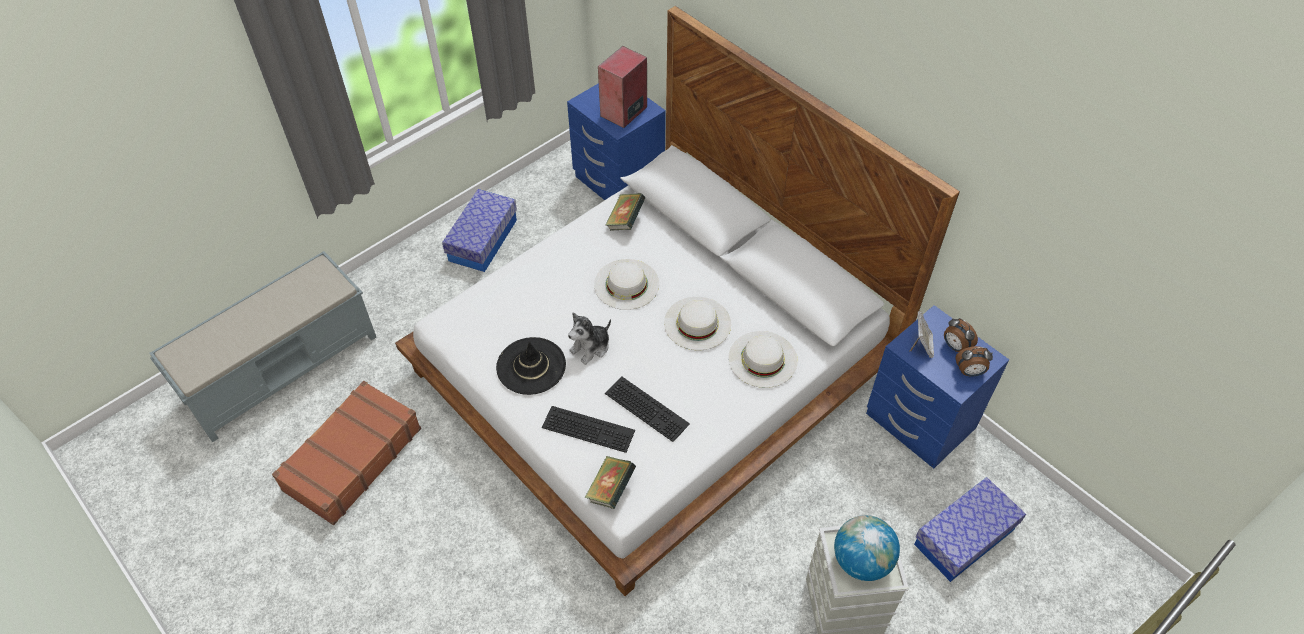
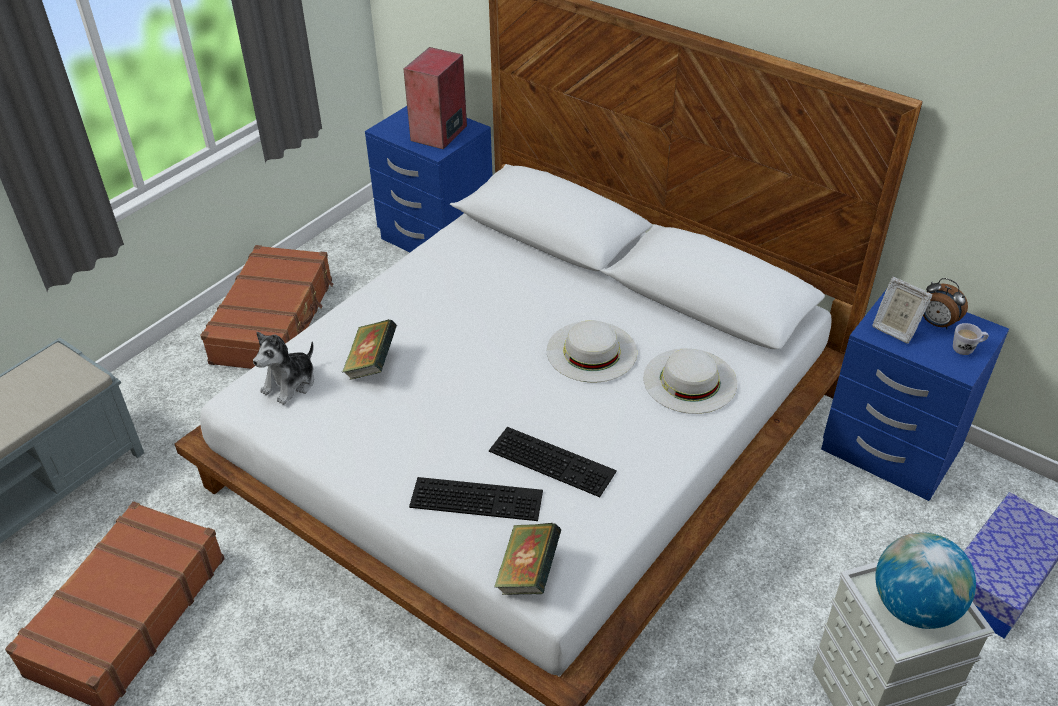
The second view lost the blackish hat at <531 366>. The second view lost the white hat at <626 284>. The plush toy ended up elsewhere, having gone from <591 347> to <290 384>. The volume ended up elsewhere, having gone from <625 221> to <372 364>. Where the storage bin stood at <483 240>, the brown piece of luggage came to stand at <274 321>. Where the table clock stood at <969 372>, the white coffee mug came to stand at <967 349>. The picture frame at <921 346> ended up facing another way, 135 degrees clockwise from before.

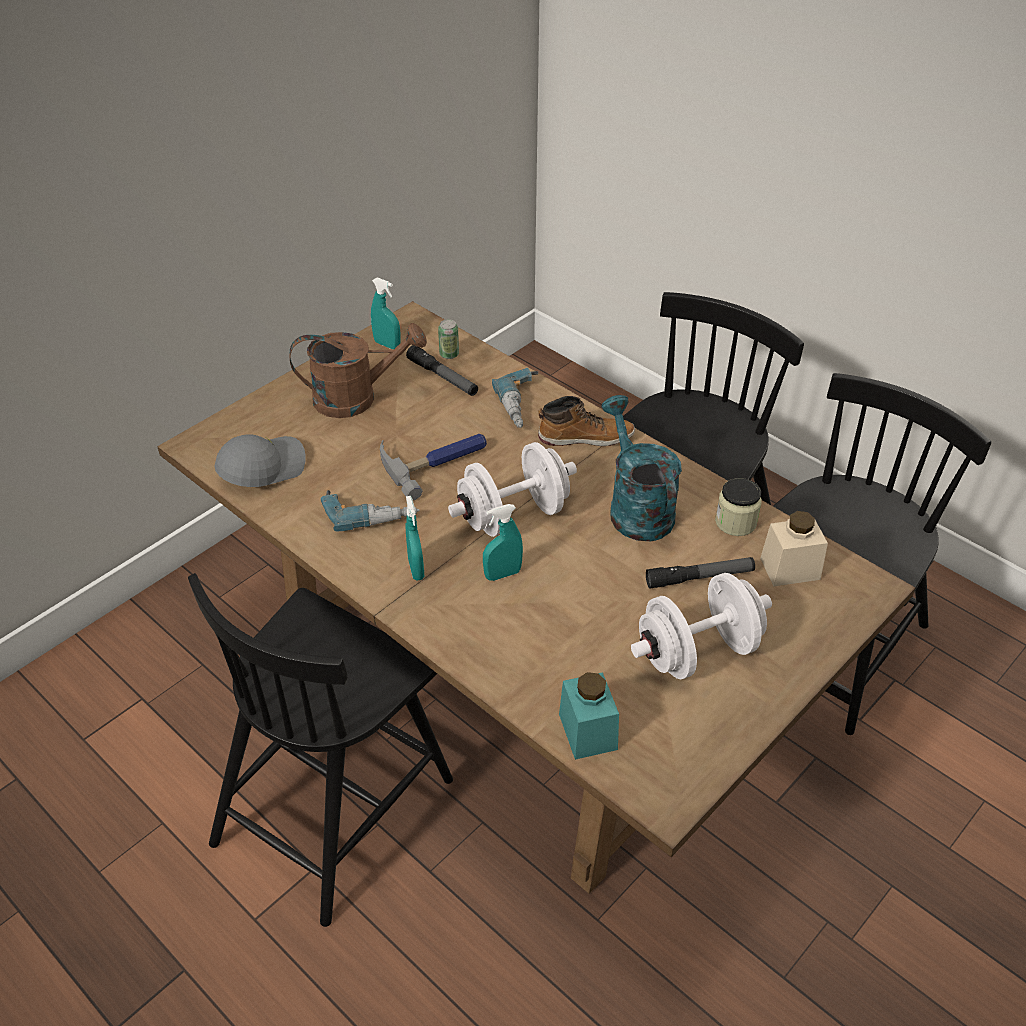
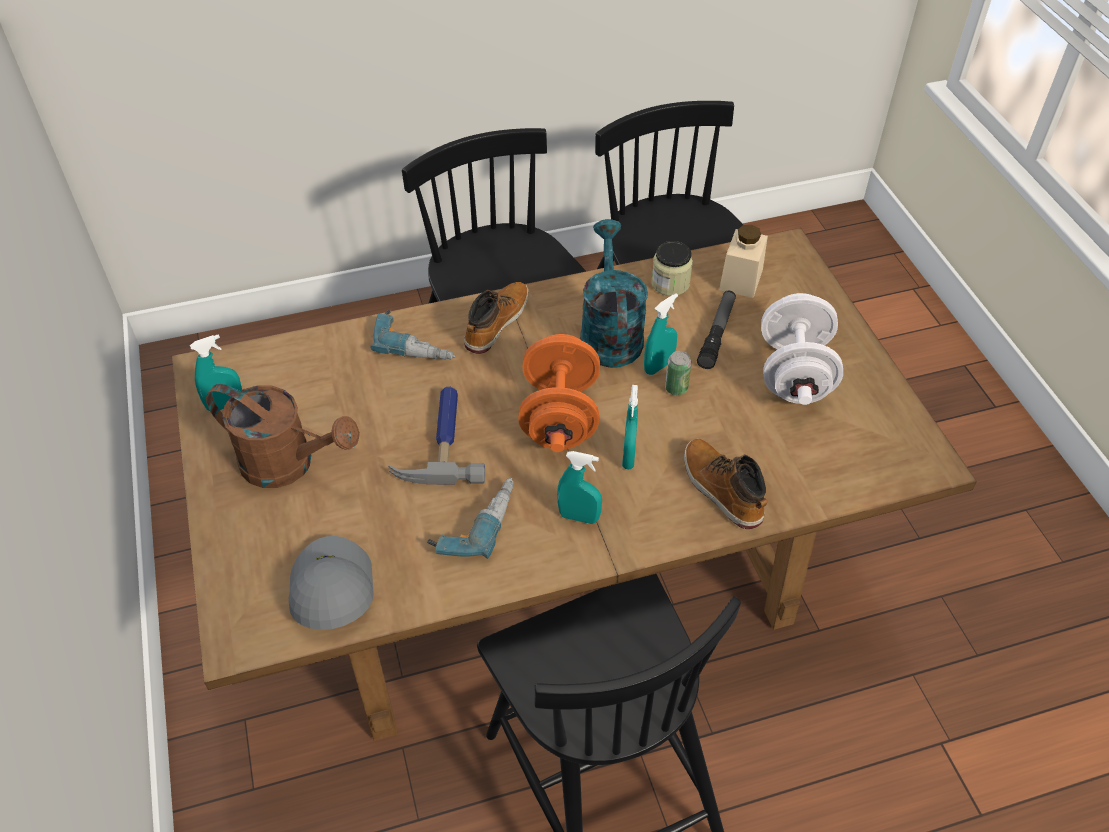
The second view lost the flashlight at <442 377>. The second view lost the turquoise-coloured preserve jar at <588 731>. The second view gained the turquoise-coloured hand sprayer at <658 366>. The second view gained the high-top boot at <721 489>. The metal can ended up elsewhere, having gone from <449 354> to <676 388>. What was the white hand weight at <513 515> turned into the orangey hand weight at <559 416>. The brown sprinkling can at <356 398> ended up facing another way, 90 degrees clockwise from before. The turquoise-coloured sprinkling can at <636 507> ended up facing another way, 75 degrees clockwise from before.

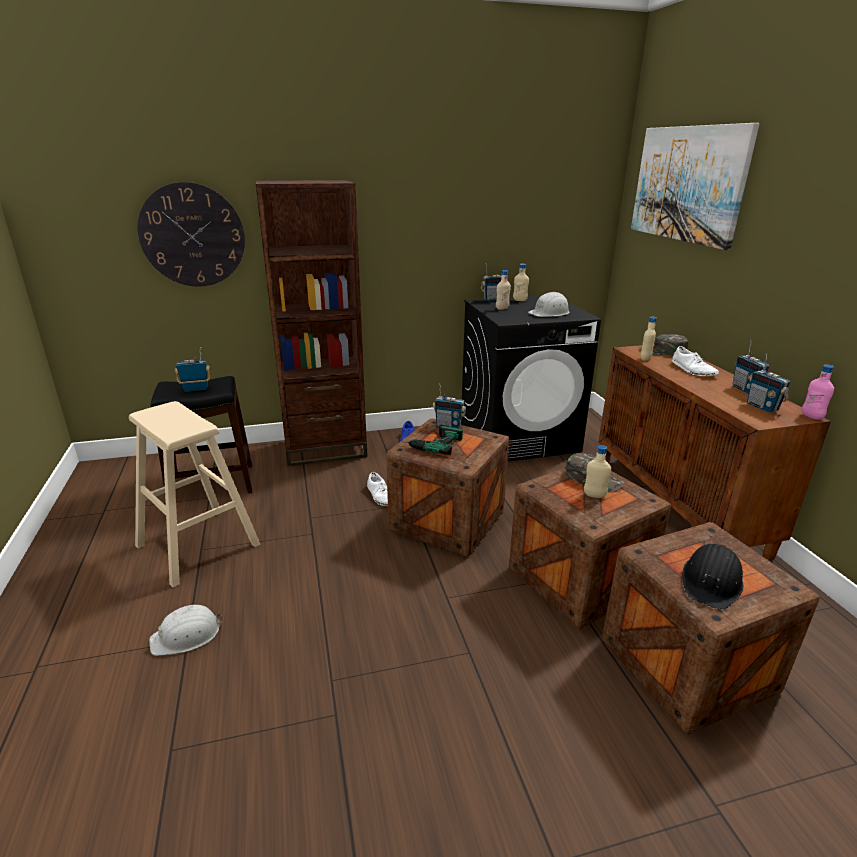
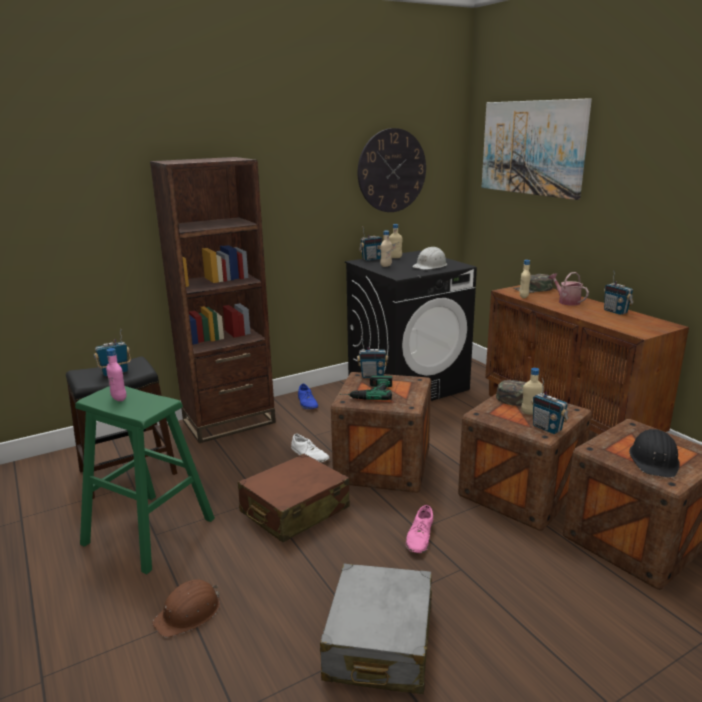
The second view gained the brown piece of luggage at <294 510>. The second view gained the grey piece of luggage at <379 643>. The second view gained the pink-coloured shoe at <420 537>. The wall clock ended up elsewhere, having gone from <192 235> to <392 171>. The radio receiver ended up elsewhere, having gone from <762 407> to <547 428>. The pink-coloured beverage bottle ended up elsewhere, having gone from <811 416> to <119 398>. Where the white shoe stood at <693 370>, the sprinkling can came to stand at <566 301>. What was the beige stool seat at <198 545> turned into the green stool seat at <149 531>. What was the white work helmet at <186 635> turned into the brown work helmet at <189 613>.

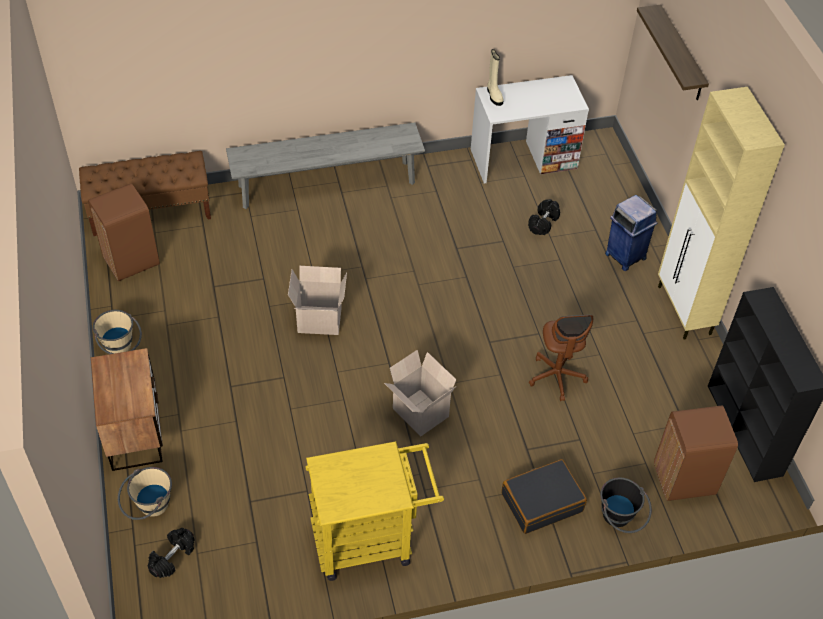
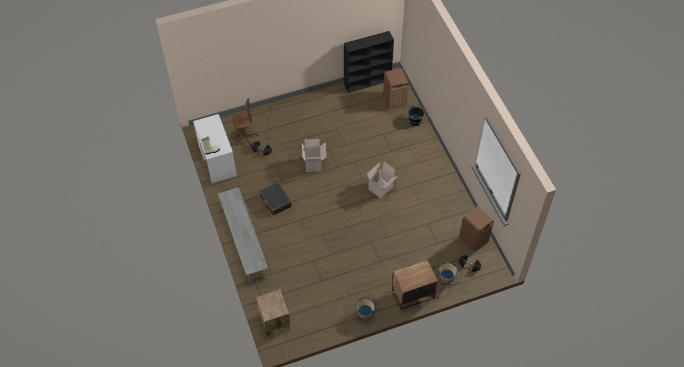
The second view lost the yellow wheeled cart at <371 539>. The second view lost the blue-coloured rubbish bin at <625 255>. The second view lost the wall shelf at <681 54>. The second view lost the beige storage cabinet at <684 311>. The brown rubbish bin ended up elsewhere, having gone from <130 261> to <473 240>. The cardboard box ended up elsewhere, having gone from <318 321> to <314 164>. The blackish piece of luggage ended up elsewhere, having gone from <541 502> to <275 201>. The brown computer chair ended up elsewhere, having gone from <557 377> to <245 137>. Where the brown long seat stood at <151 212>, the brown nightstand came to stand at <274 321>.

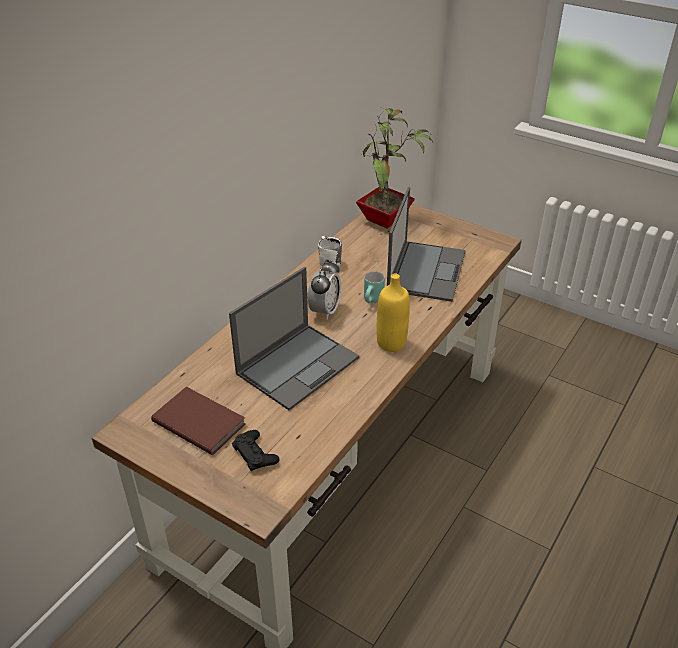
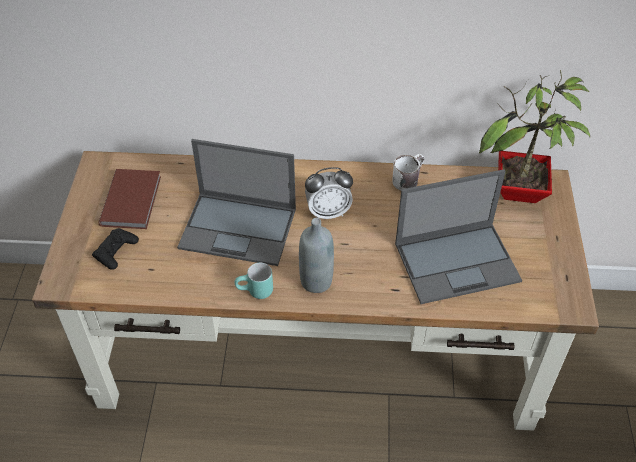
The turquoise-coloured coffee mug ended up elsewhere, having gone from <373 300> to <255 292>. What was the yellow beverage bottle at <391 343> turned into the grey beverage bottle at <316 281>.

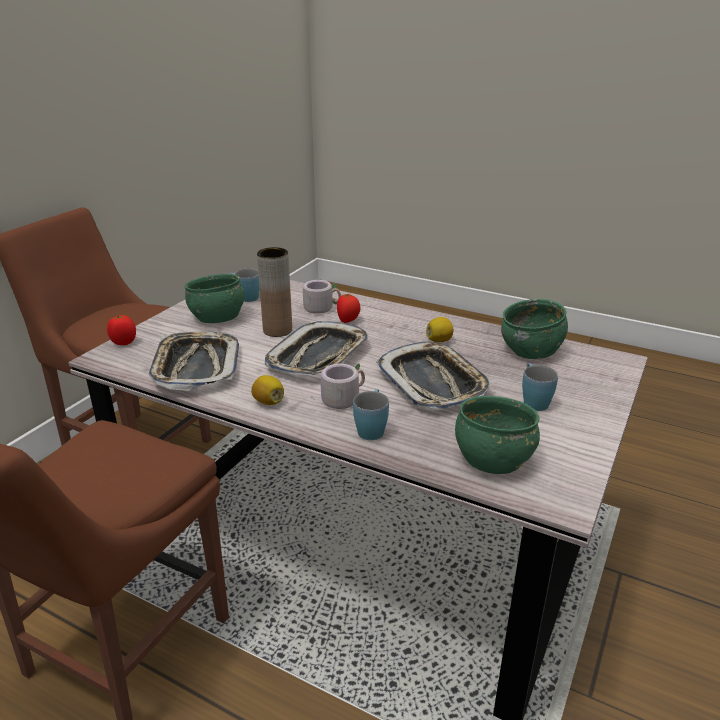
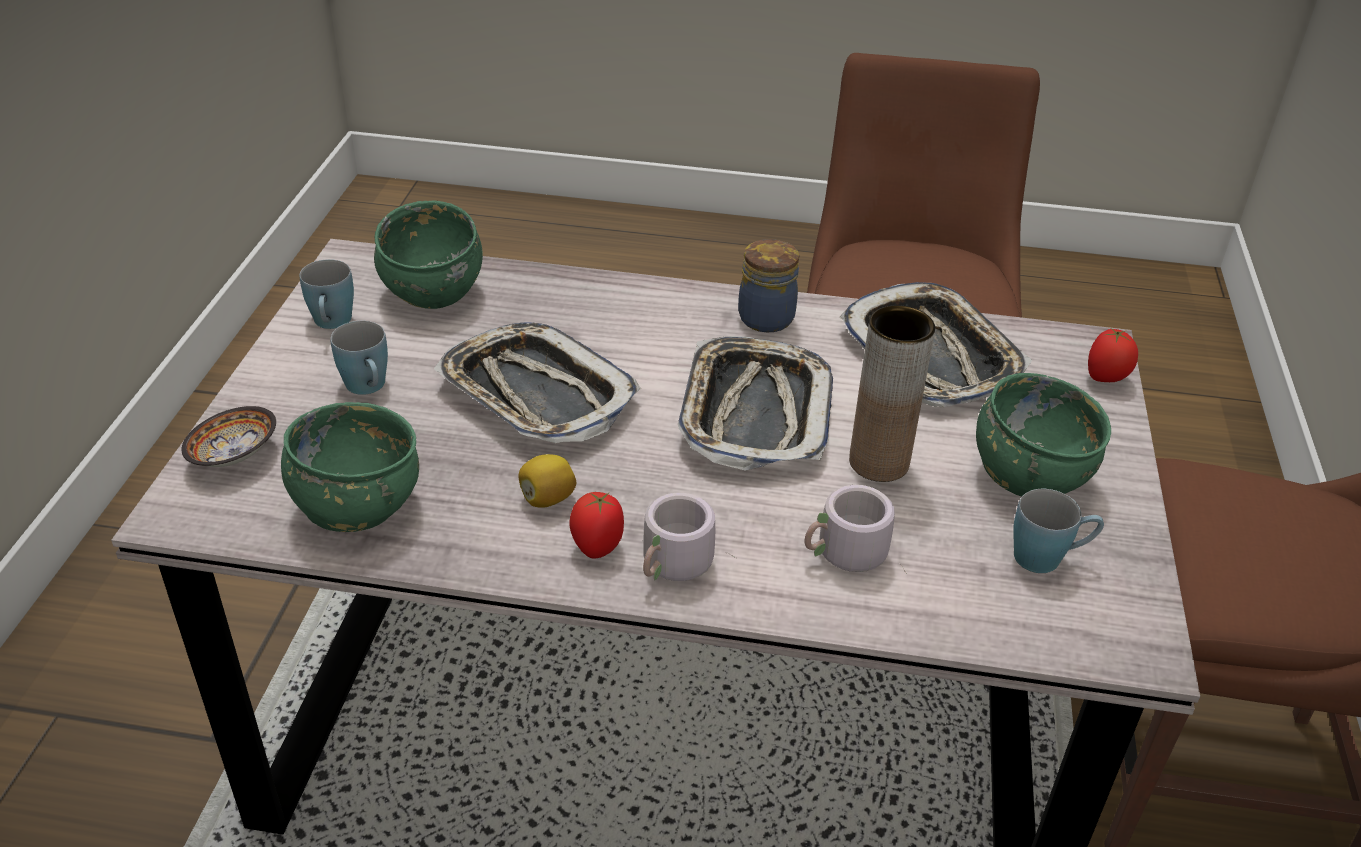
The second view gained the serving bowl at <234 456>. The grey coffee mug ended up elsewhere, having gone from <342 398> to <676 567>. The tomato ended up elsewhere, having gone from <348 321> to <597 546>. The blue-coloured coffee mug ended up elsewhere, having gone from <372 428> to <332 324>. Where the whole lemon stood at <268 402>, the preserve jar came to stand at <766 316>.

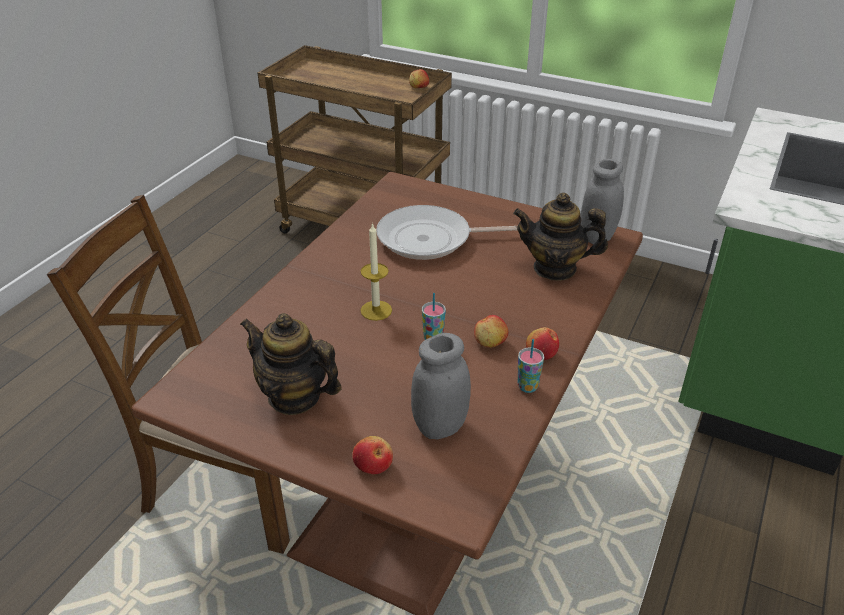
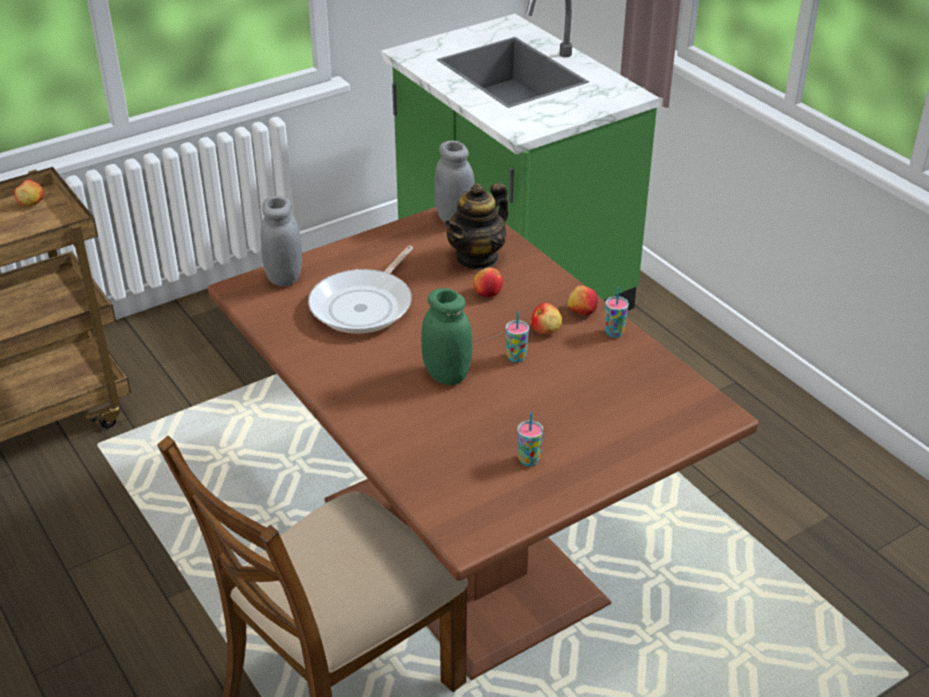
The whole apple ended up elsewhere, having gone from <373 465> to <487 293>. The grey preserve jar ended up elsewhere, having gone from <440 426> to <284 277>. Where the tea pot stood at <294 397>, the drinking cup came to stand at <529 460>. Where the wax light stood at <376 310>, the green preserve jar came to stand at <446 375>.

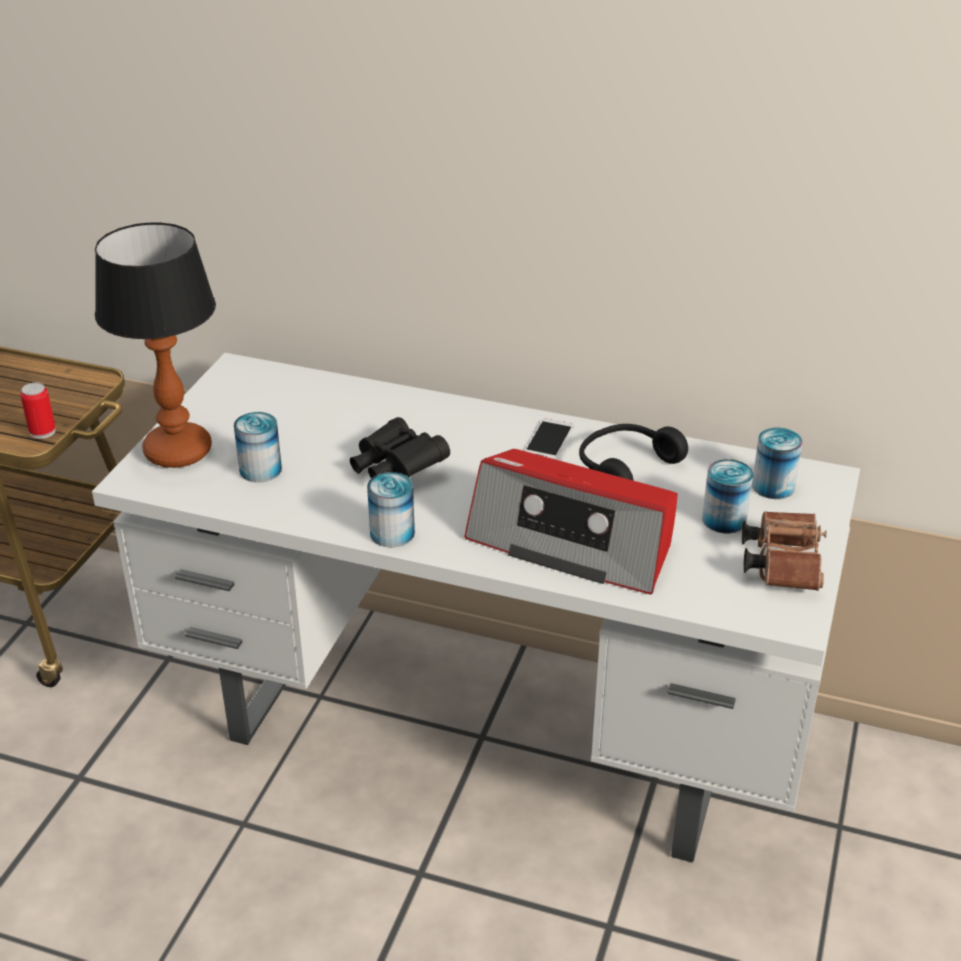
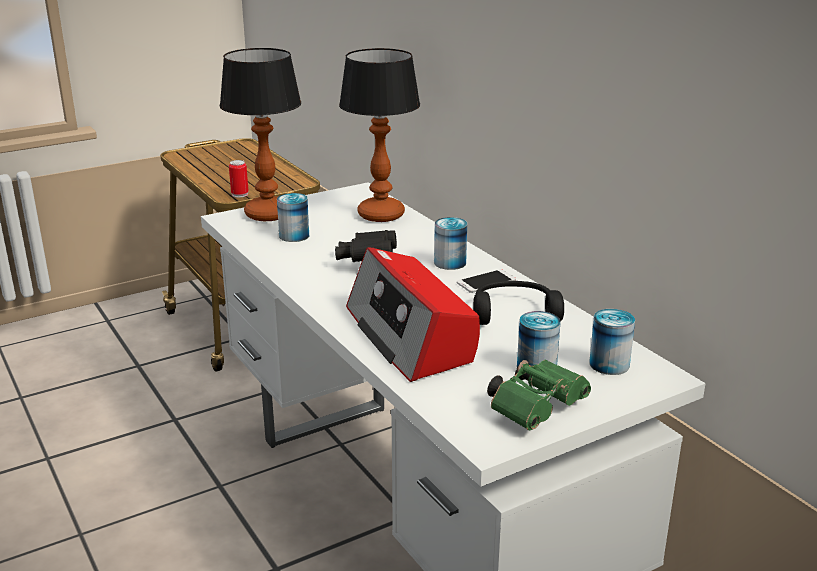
The second view gained the table lamp at <381 214>. The metal can ended up elsewhere, having gone from <392 533> to <450 263>. What was the brown field glasses at <781 563> turned into the green field glasses at <537 408>.

